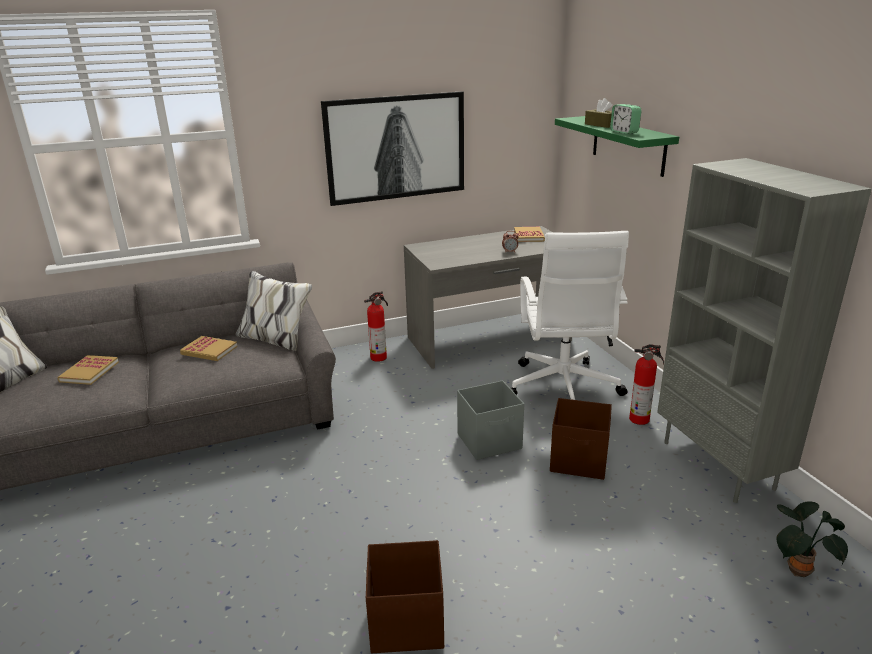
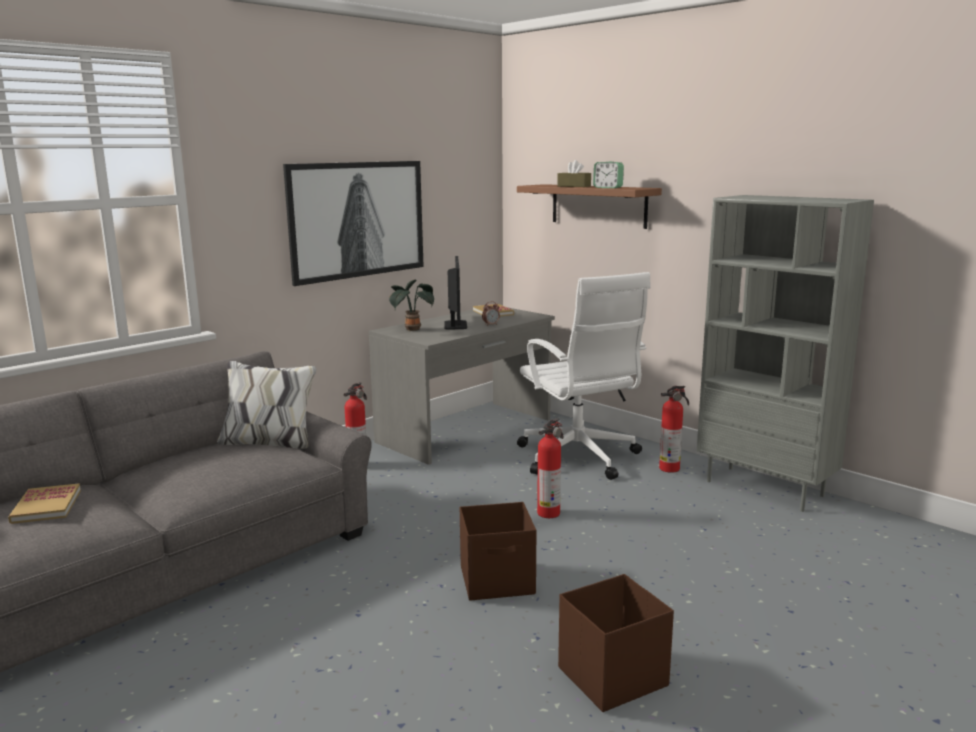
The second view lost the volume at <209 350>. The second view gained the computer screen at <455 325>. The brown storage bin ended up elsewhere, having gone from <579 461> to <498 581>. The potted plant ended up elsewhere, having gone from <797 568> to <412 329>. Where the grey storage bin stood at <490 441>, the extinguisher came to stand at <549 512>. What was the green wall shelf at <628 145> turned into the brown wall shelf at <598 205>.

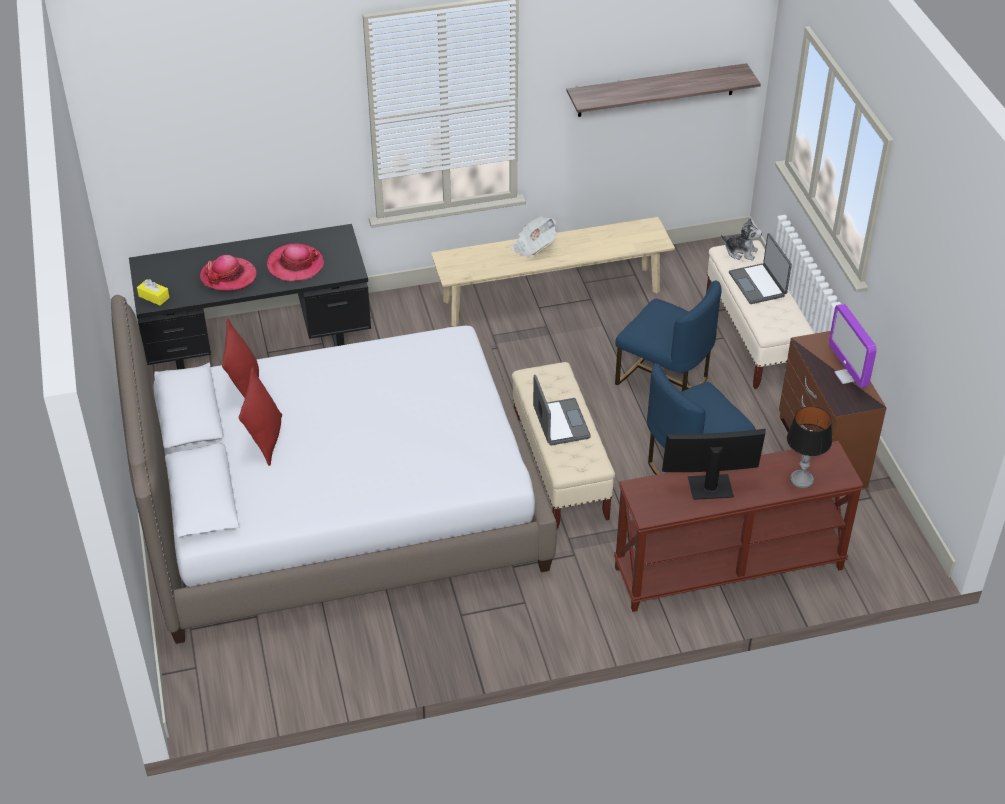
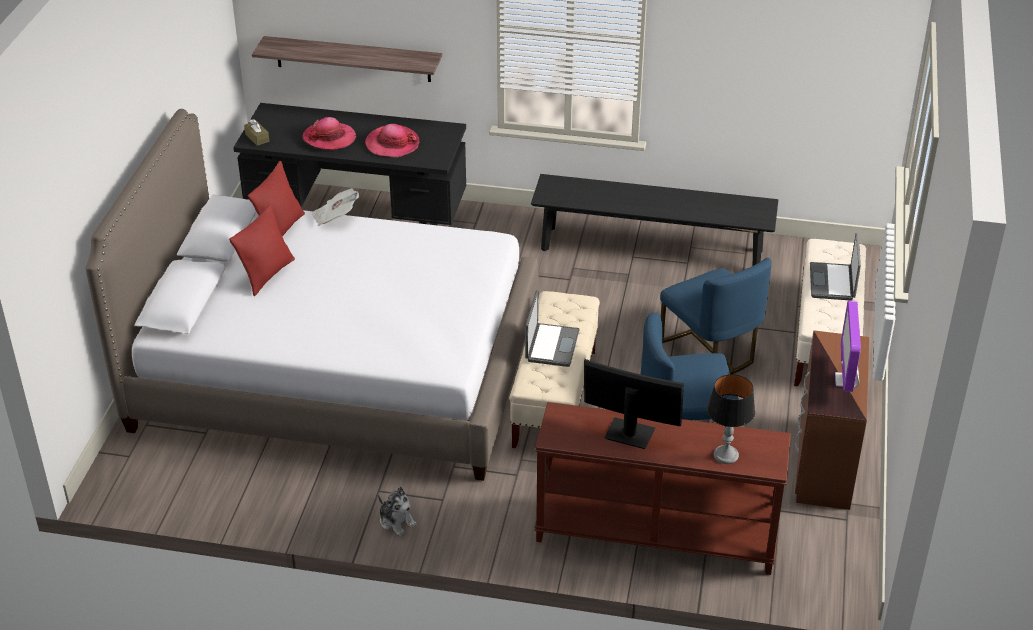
The printed paper ended up elsewhere, having gone from <533 246> to <335 217>. The wall shelf ended up elsewhere, having gone from <656 90> to <353 59>. The plush toy ended up elsewhere, having gone from <741 252> to <396 521>. What was the yellow box of tissues at <154 297> turned into the brown box of tissues at <257 138>. What was the beige long seat at <551 296> turned into the blackish long seat at <651 250>.

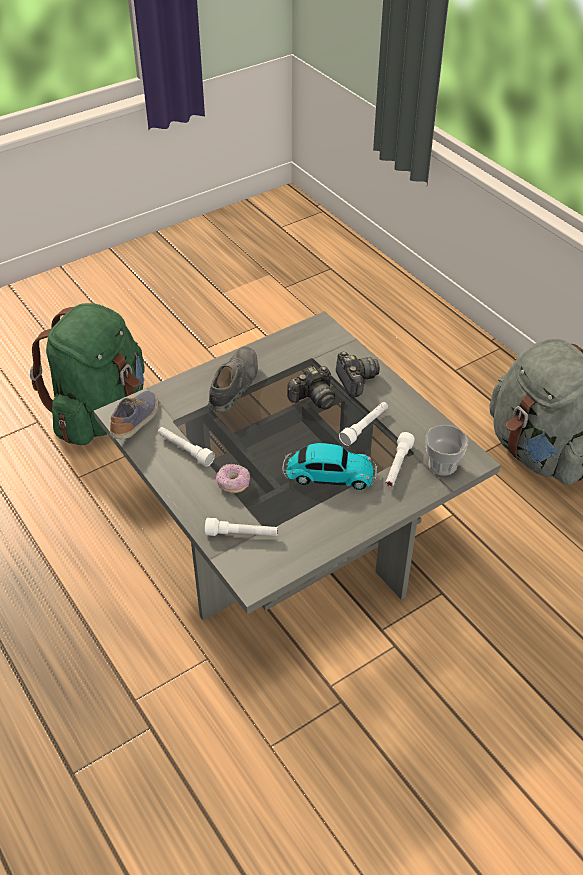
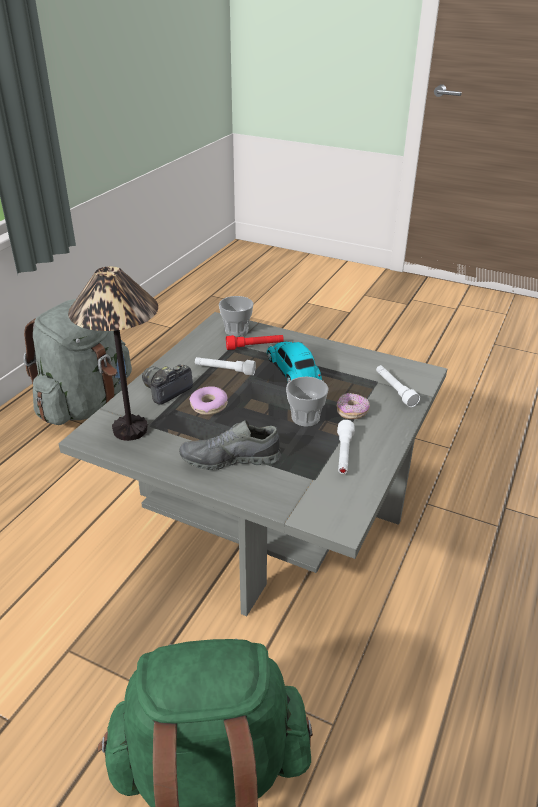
The second view lost the shoe at <136 422>. The second view gained the table lamp at <131 429>. The second view gained the drinking cup at <305 418>. Where the photo camera stood at <313 398>, the donut came to stand at <208 406>. What was the white flashlight at <397 466> turned into the reddish flashlight at <255 347>.

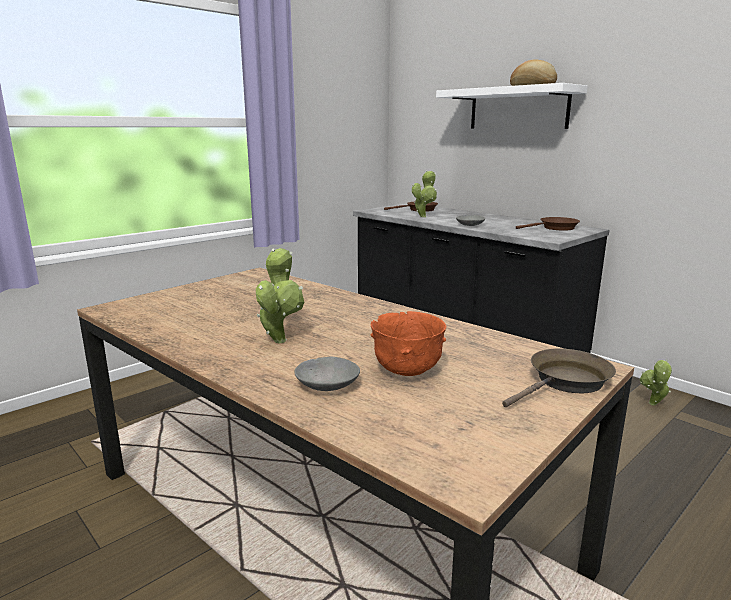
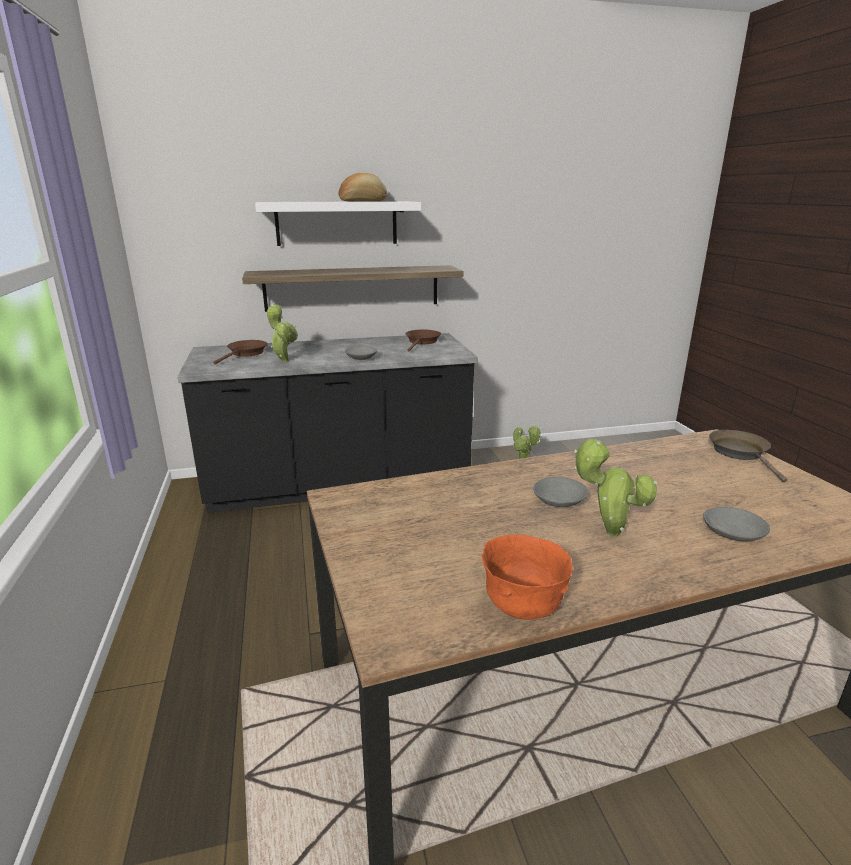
The second view gained the wall shelf at <352 288>. The second view gained the grey serving bowl at <558 501>. The orangey serving bowl ended up elsewhere, having gone from <407 371> to <522 607>.

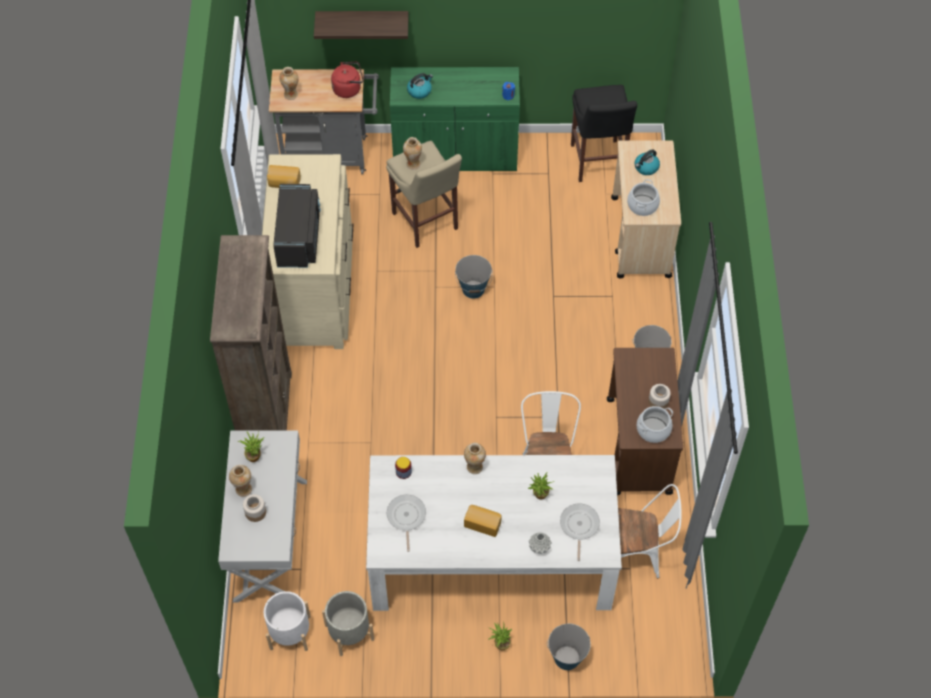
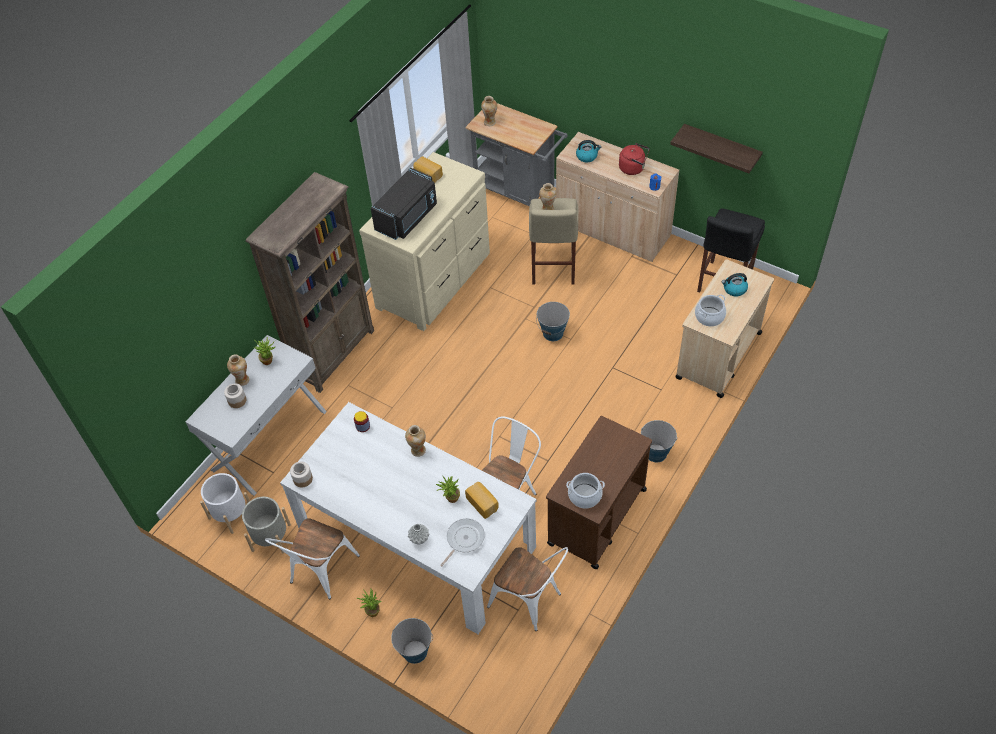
The second view lost the skillet at <406 517>. The second view gained the white plain chair at <320 573>. The wall shelf ended up elsewhere, having gone from <362 21> to <721 147>. The reddish kettle ended up elsewhere, having gone from <348 89> to <633 168>. The bread ended up elsewhere, having gone from <483 523> to <483 503>. The preserve jar ended up elsewhere, having gone from <658 401> to <303 479>. What was the green storage cabinet at <455 154> turned into the beige storage cabinet at <612 230>.

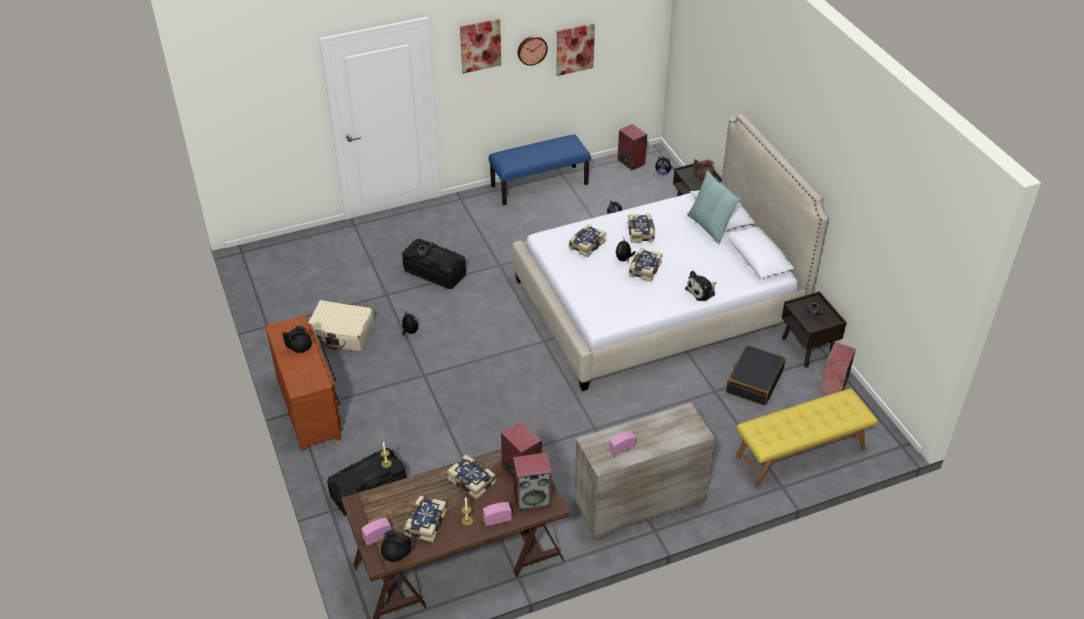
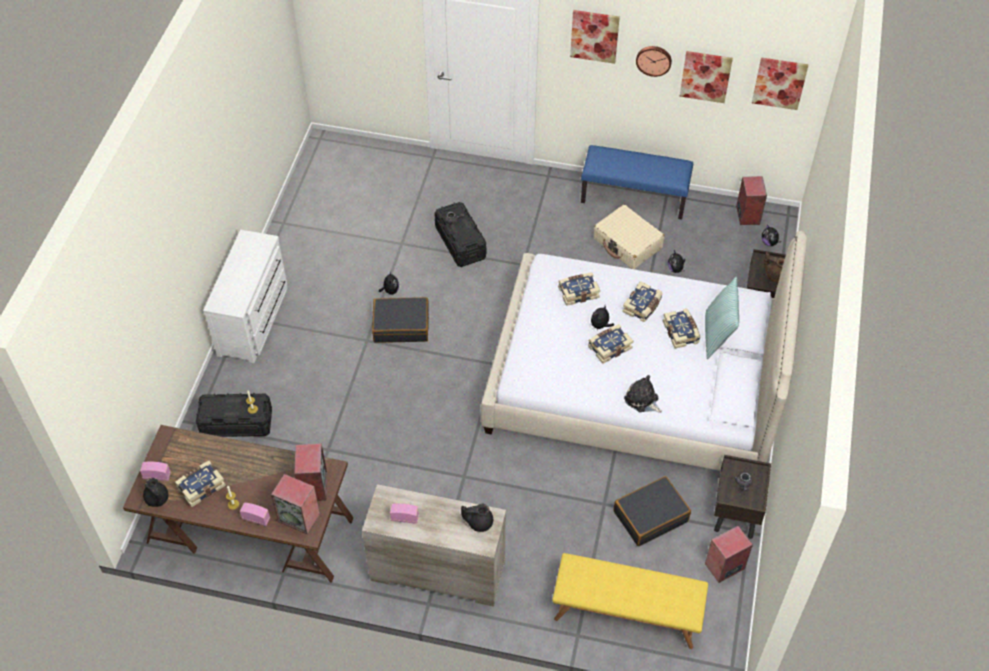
The second view gained the blackish piece of luggage at <401 325>. The second view gained the wall picture at <779 83>. The blackish tea pot ended up elsewhere, having gone from <299 347> to <479 522>. The beige piece of luggage ended up elsewhere, having gone from <341 333> to <627 244>. The volume ended up elsewhere, having gone from <472 481> to <681 332>. What was the brown dresser at <310 407> turned into the white dresser at <255 319>. The plush toy at <701 291> ended up facing another way, 45 degrees clockwise from before.

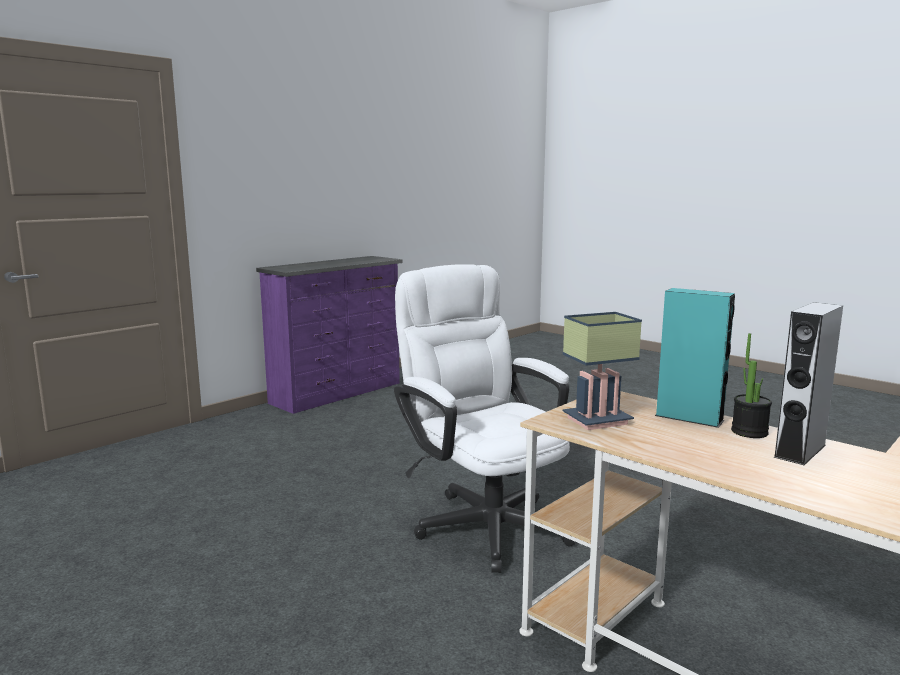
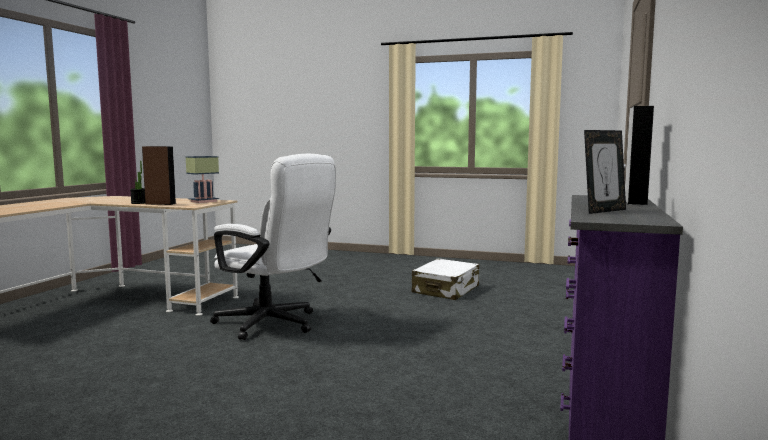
The second view gained the white piece of luggage at <446 290>. The second view gained the picture frame at <603 211>. The grey loudspeaker ended up elsewhere, having gone from <800 451> to <635 202>. What was the turquoise-coloured loudspeaker at <689 418> turned into the brown loudspeaker at <160 204>.

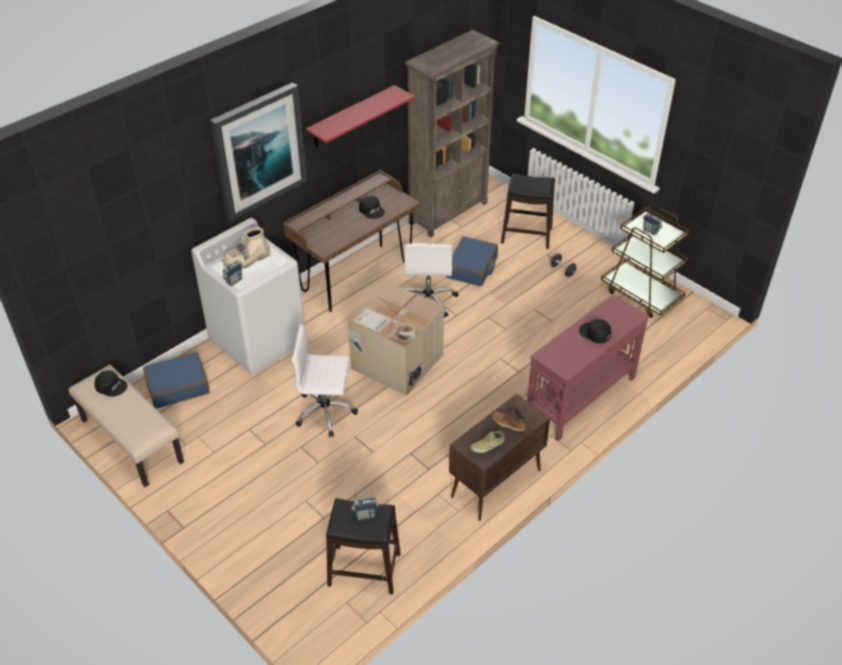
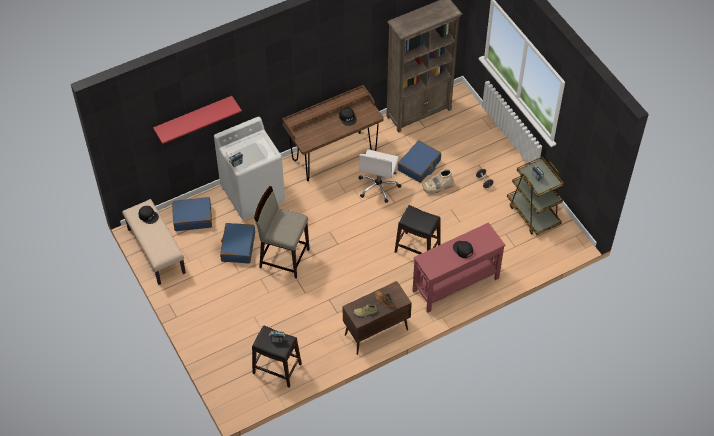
The second view lost the wall picture at <258 150>. The second view lost the cardboard box at <395 362>. The second view gained the blue-coloured piece of luggage at <238 247>. The beige high-top boot ended up elsewhere, having gone from <247 259> to <437 186>. The reddish wall shelf ended up elsewhere, having gone from <352 117> to <193 117>. The blackish stool seat ended up elsewhere, having gone from <526 235> to <417 249>. Where the white computer chair stood at <326 412>, the beige stool seat came to stand at <284 258>.

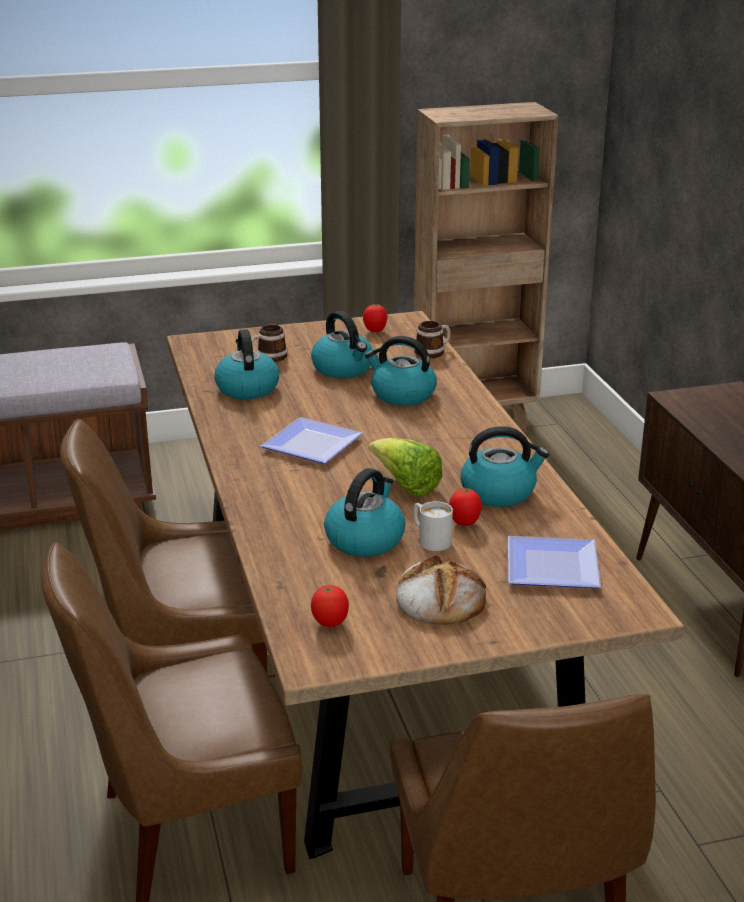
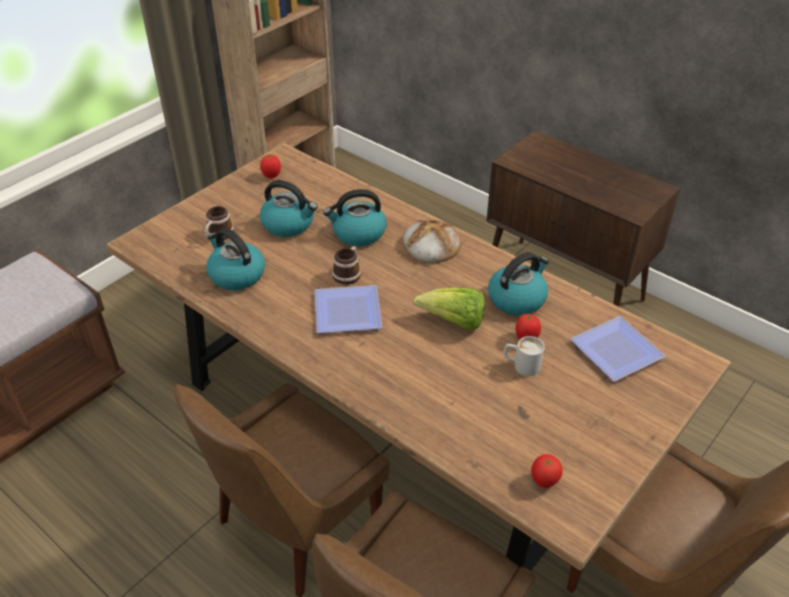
The second view lost the kettle at <365 539>. The bread ended up elsewhere, having gone from <439 599> to <430 245>. The coffee mug ended up elsewhere, having gone from <433 352> to <348 273>.

